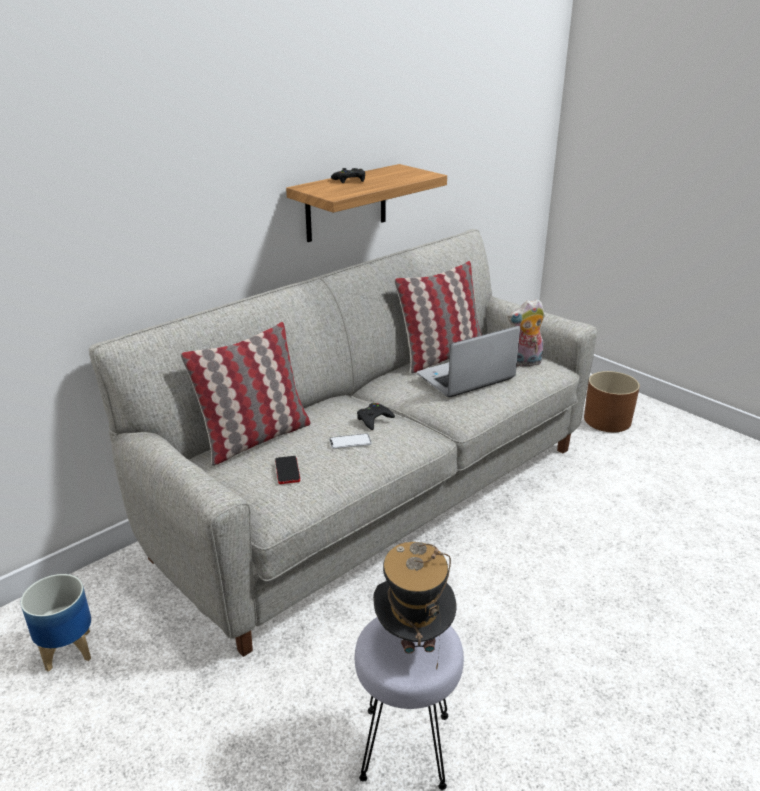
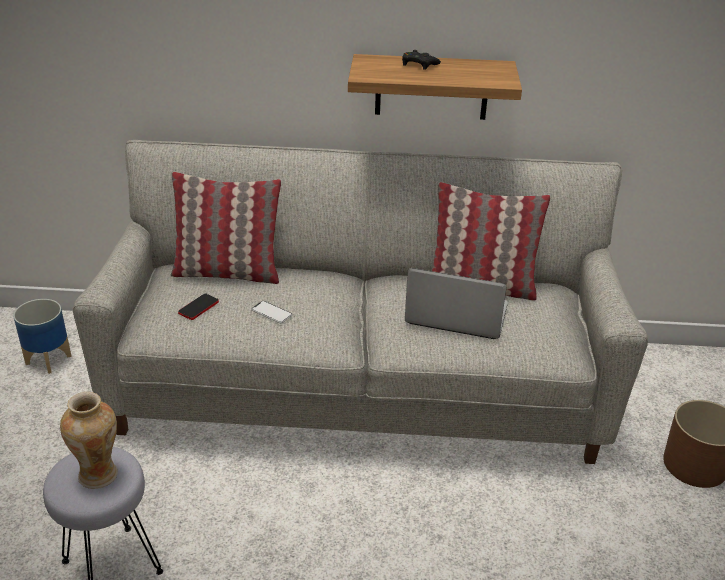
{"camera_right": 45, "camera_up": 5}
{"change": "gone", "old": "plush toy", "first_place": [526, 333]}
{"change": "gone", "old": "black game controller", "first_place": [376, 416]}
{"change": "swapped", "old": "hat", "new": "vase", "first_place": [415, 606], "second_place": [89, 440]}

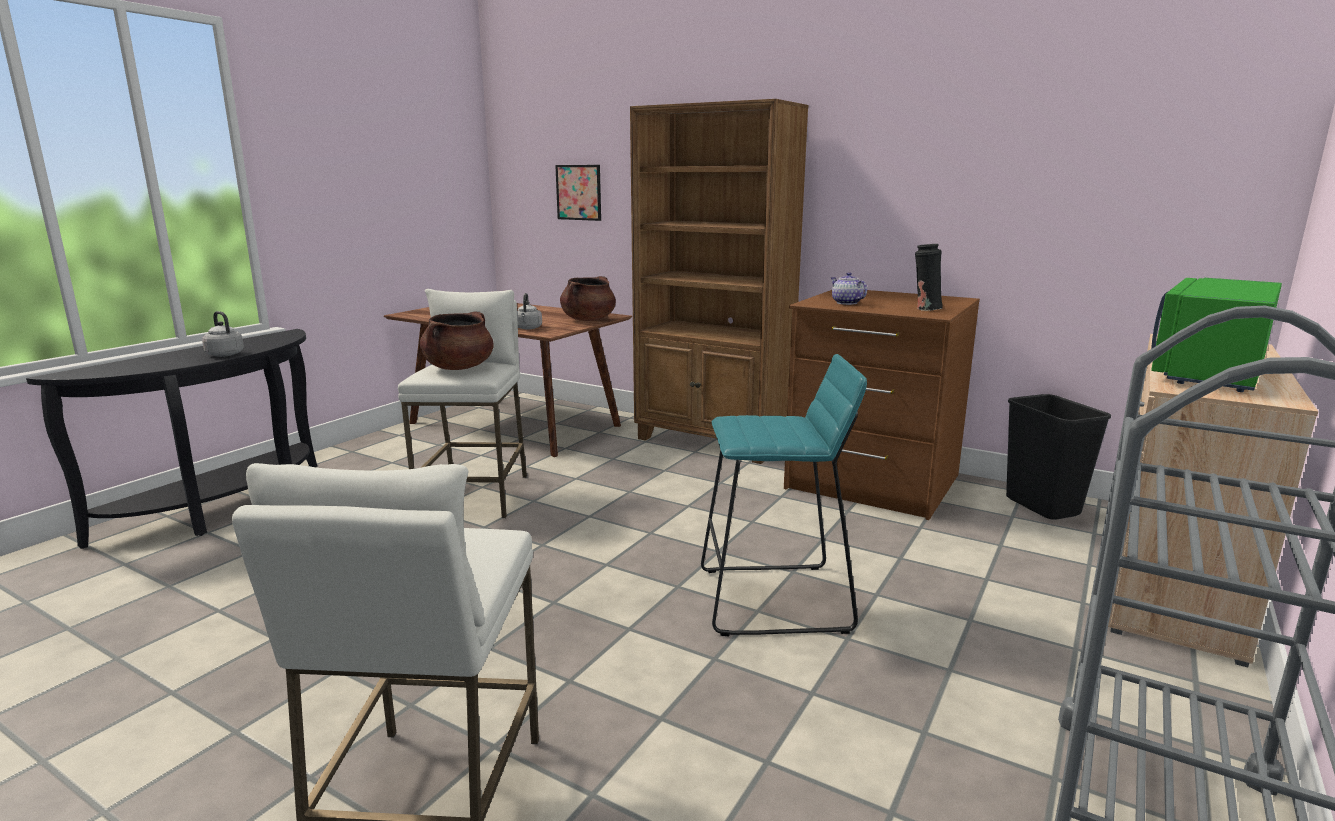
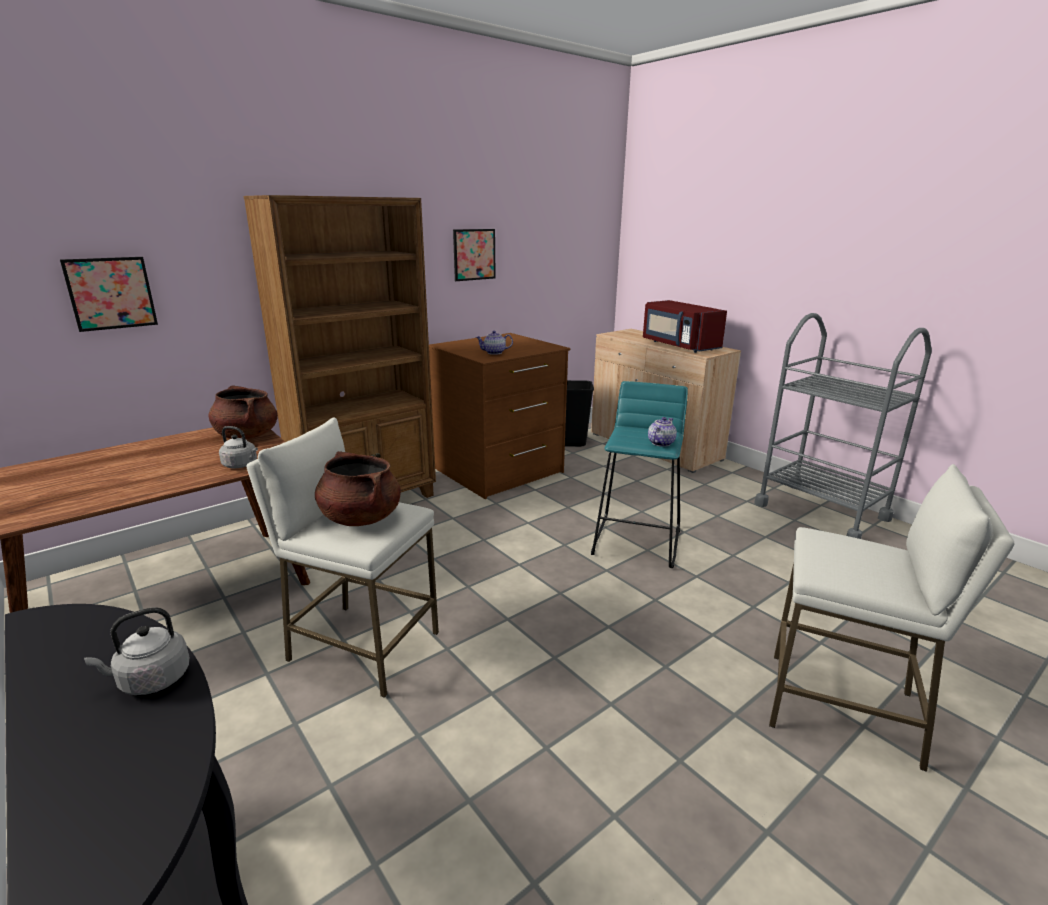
{"camera_right": -70, "camera_up": 5}
{"change": "gone", "old": "black vase", "first_place": [929, 277]}
{"change": "repainted", "old": "green microwave", "new": "red microwave", "first_place": [1216, 335], "second_place": [685, 326]}
{"change": "new", "new": "picture", "second_place": [474, 255]}
{"change": "new", "new": "teapot", "second_place": [662, 432]}

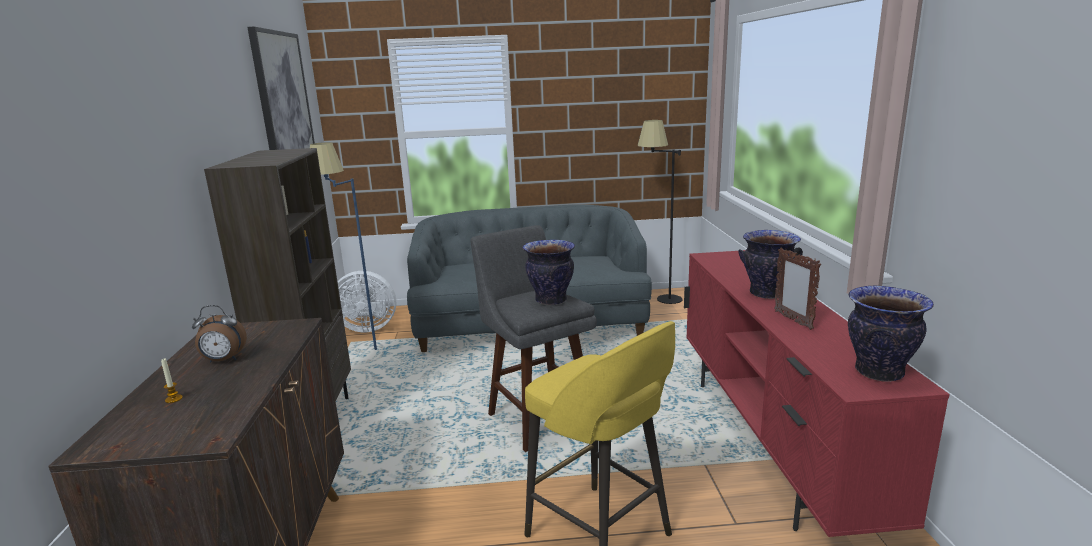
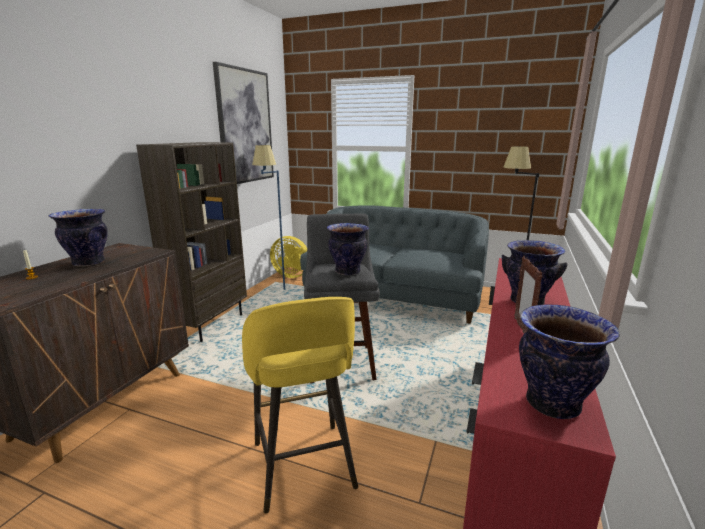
{"camera_right": 25, "camera_up": 0}
{"change": "repainted", "old": "white fan", "new": "yellow fan", "first_place": [367, 301], "second_place": [288, 257]}
{"change": "swapped", "old": "alarm clock", "new": "vase", "first_place": [219, 334], "second_place": [78, 238]}

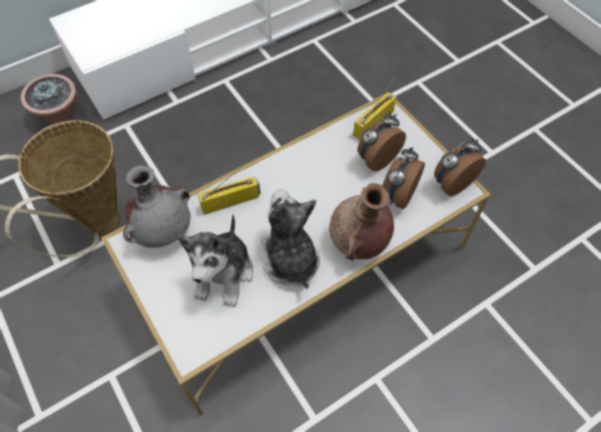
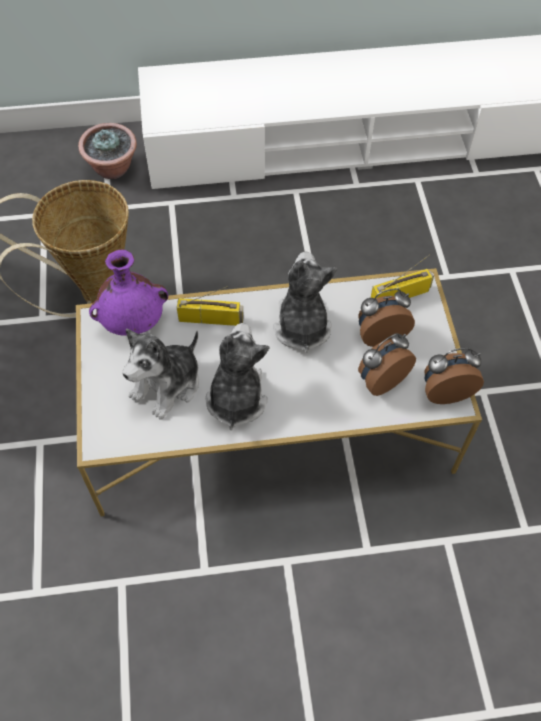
{"camera_right": 25, "camera_up": 0}
{"change": "repainted", "old": "grey vase", "new": "purple vase", "first_place": [156, 206], "second_place": [128, 292]}
{"change": "gone", "old": "brown vase", "first_place": [361, 221]}
{"change": "new", "new": "plush toy", "second_place": [305, 302]}

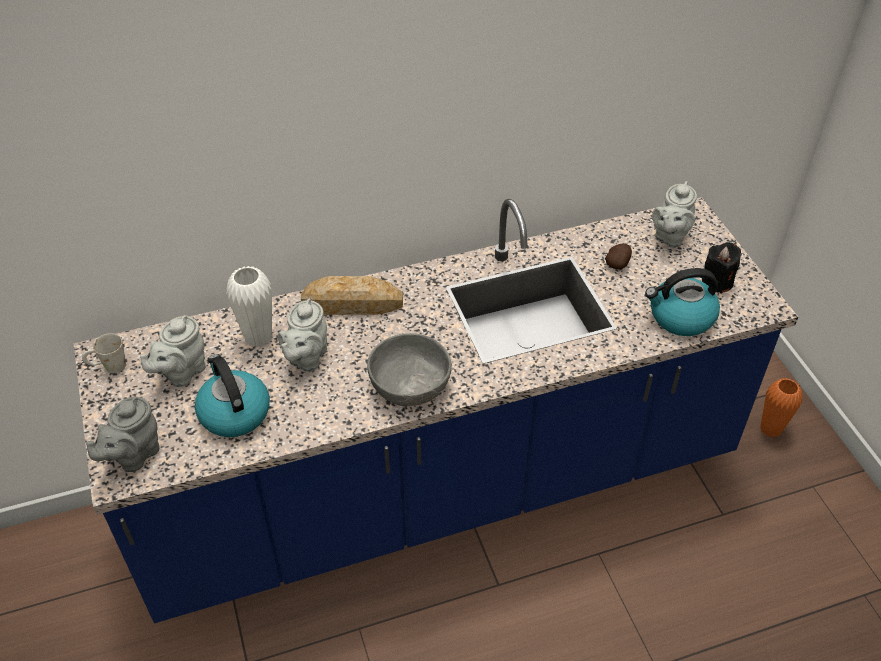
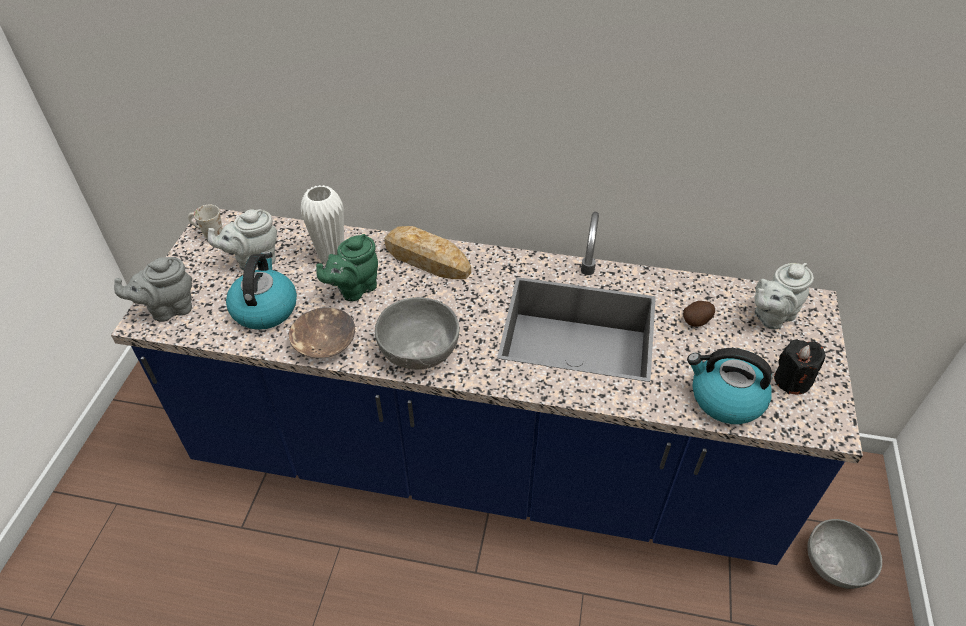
{"camera_right": 30, "camera_up": 0}
{"change": "repainted", "old": "grey teapot", "new": "green teapot", "first_place": [302, 335], "second_place": [347, 267]}
{"change": "swapped", "old": "orange vase", "new": "grey bowl", "first_place": [781, 408], "second_place": [844, 554]}
{"change": "new", "new": "brown bowl", "second_place": [322, 332]}

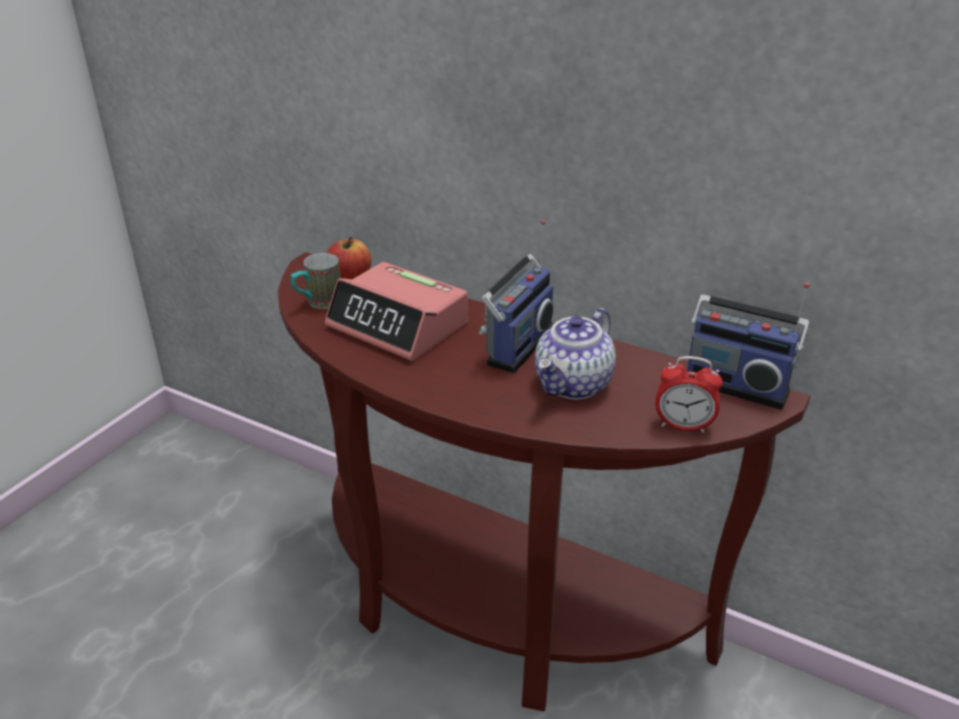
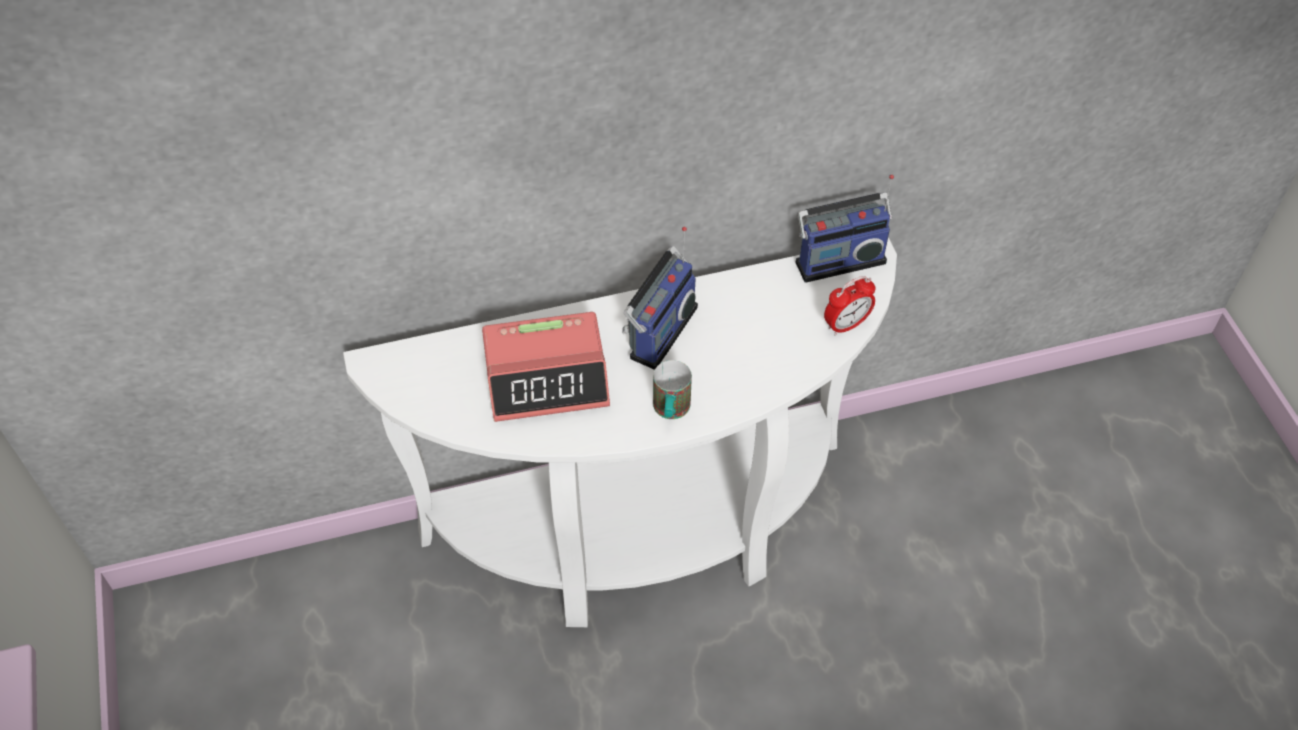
{"camera_right": -45, "camera_up": 20}
{"change": "rotated", "old": "radio", "first_place": [516, 296], "second_place": [660, 298], "degrees": 45}
{"change": "gone", "old": "apple", "first_place": [349, 258]}
{"change": "repainted", "old": "brown console table", "new": "white console table", "first_place": [544, 481], "second_place": [620, 432]}
{"change": "shifted", "old": "mug", "first_place": [315, 281], "second_place": [672, 389]}
{"change": "gone", "old": "teapot", "first_place": [575, 353]}

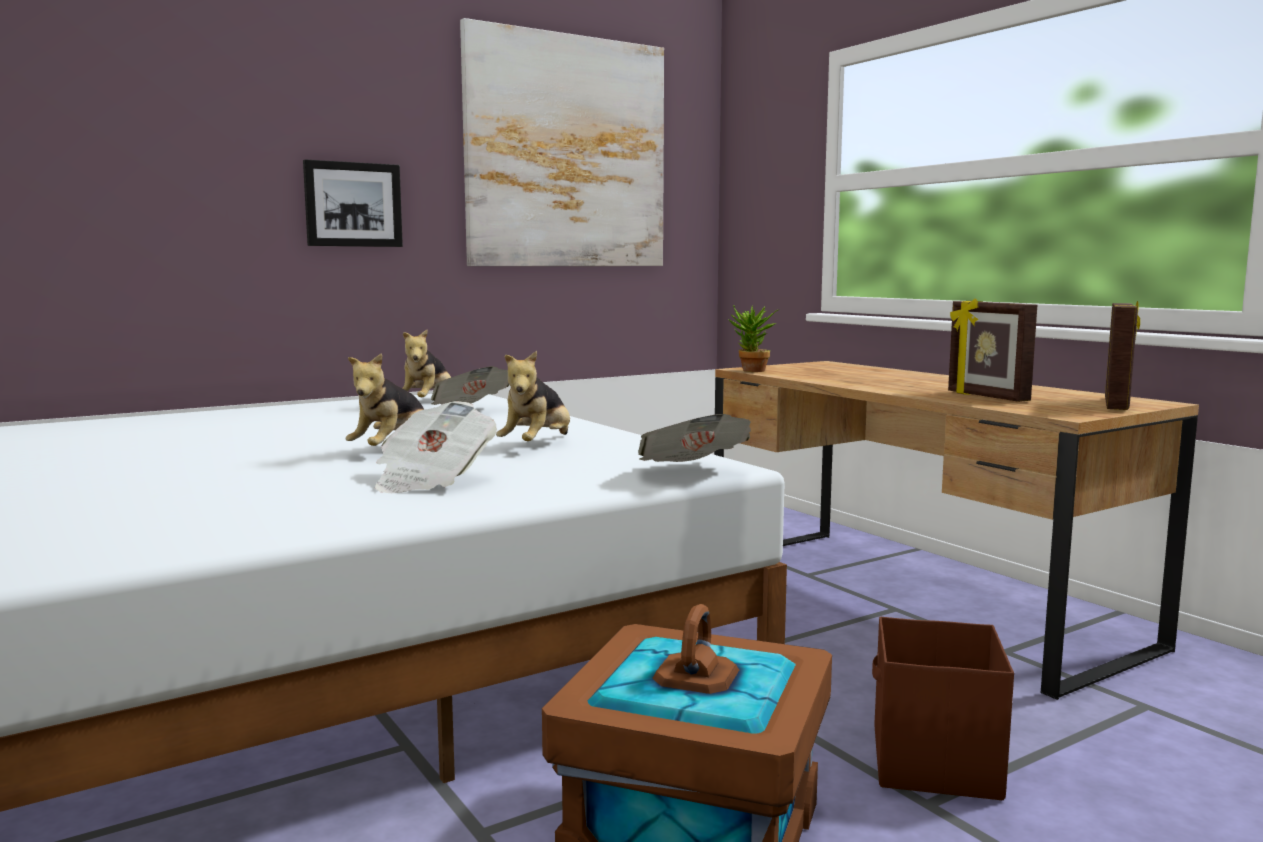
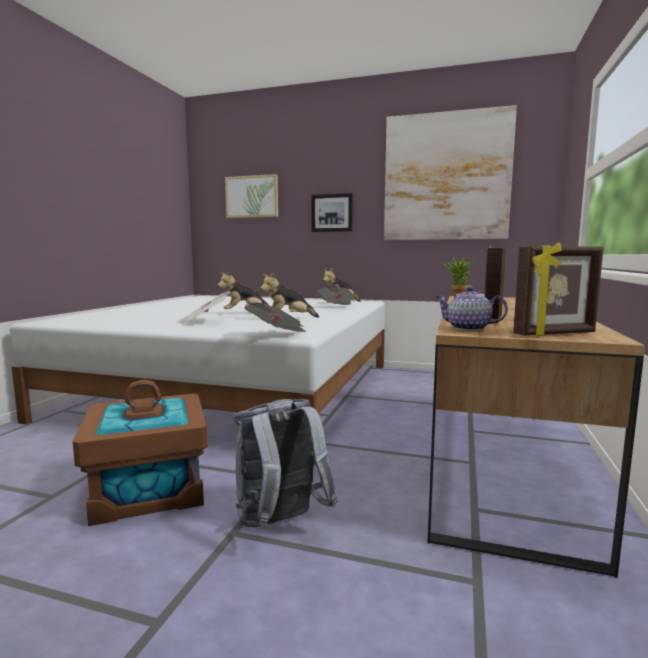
{"camera_right": 50, "camera_up": 0}
{"change": "swapped", "old": "brown storage box", "new": "grey backpack", "first_place": [943, 708], "second_place": [286, 463]}
{"change": "new", "new": "picture", "second_place": [251, 196]}
{"change": "new", "new": "teapot", "second_place": [471, 309]}

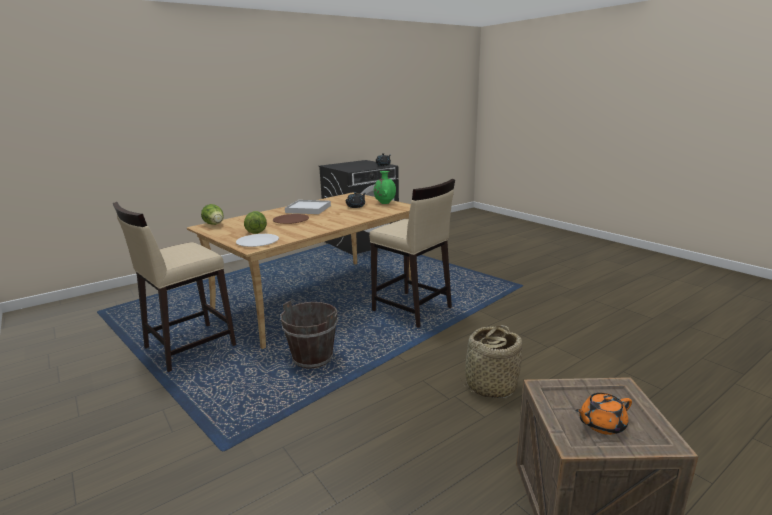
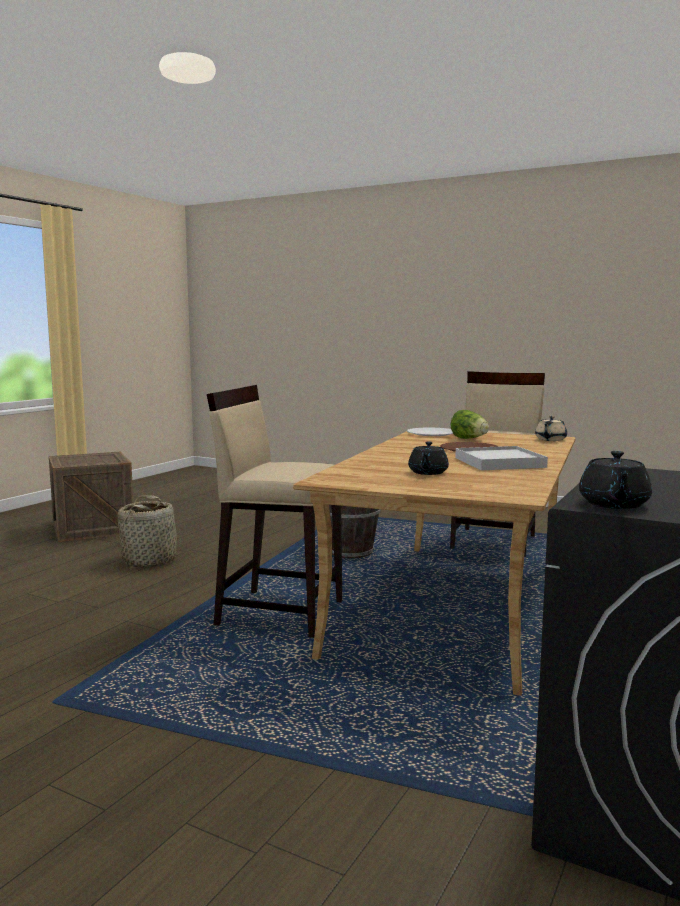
{"camera_right": 155, "camera_up": -10}
{"change": "gone", "old": "green vase", "first_place": [385, 187]}
{"change": "swapped", "old": "lettuce", "new": "beige teapot", "first_place": [212, 214], "second_place": [551, 428]}
{"change": "gone", "old": "orange teapot", "first_place": [603, 414]}

